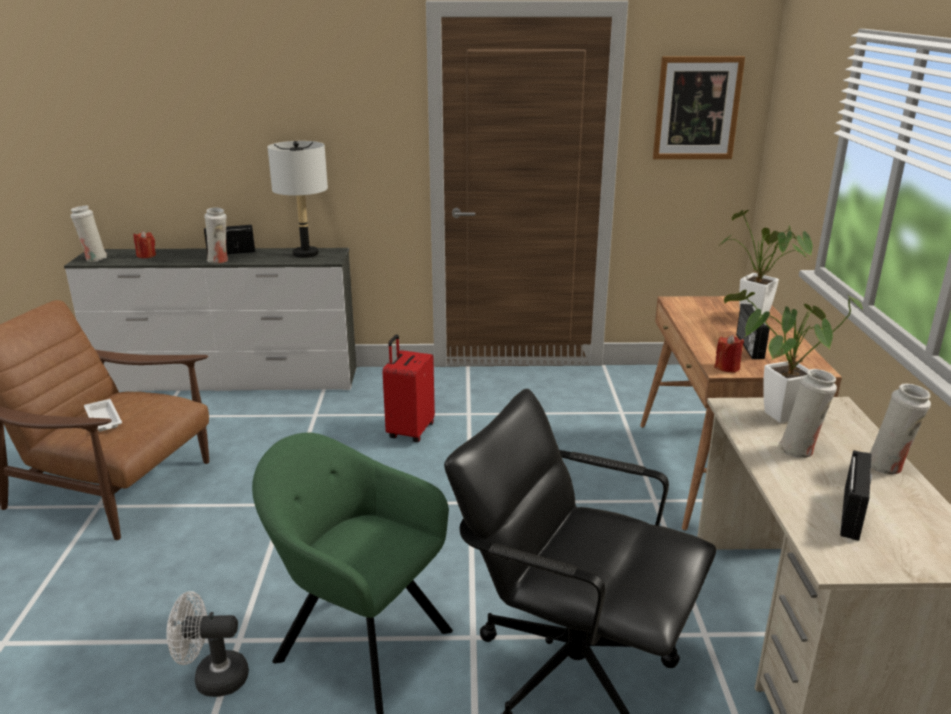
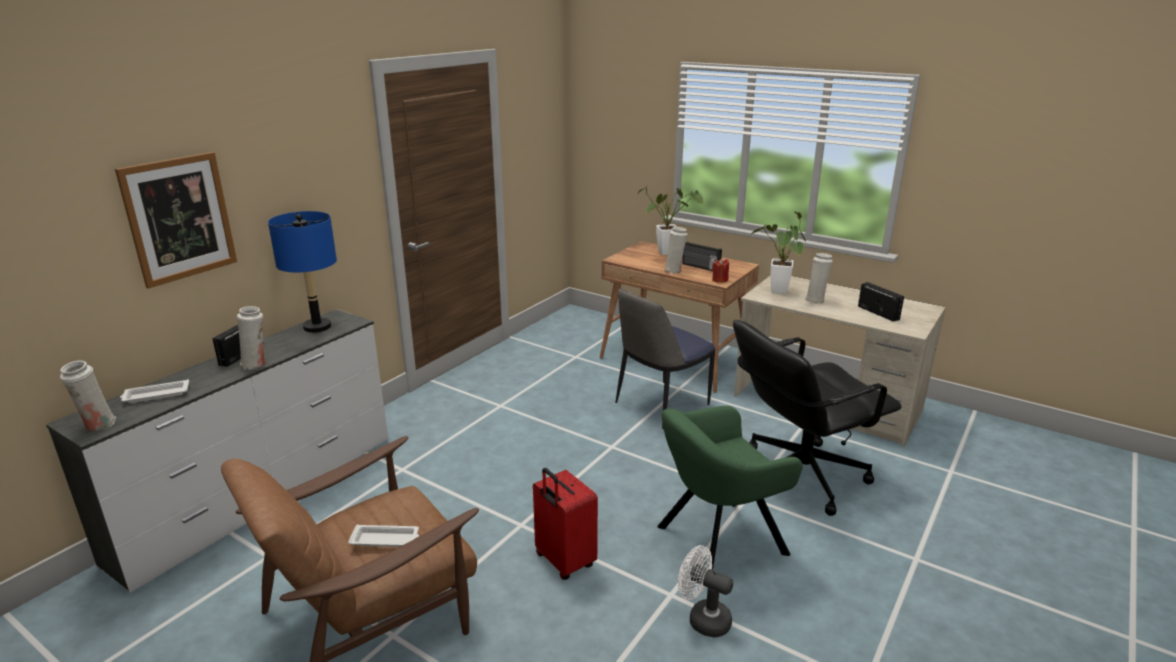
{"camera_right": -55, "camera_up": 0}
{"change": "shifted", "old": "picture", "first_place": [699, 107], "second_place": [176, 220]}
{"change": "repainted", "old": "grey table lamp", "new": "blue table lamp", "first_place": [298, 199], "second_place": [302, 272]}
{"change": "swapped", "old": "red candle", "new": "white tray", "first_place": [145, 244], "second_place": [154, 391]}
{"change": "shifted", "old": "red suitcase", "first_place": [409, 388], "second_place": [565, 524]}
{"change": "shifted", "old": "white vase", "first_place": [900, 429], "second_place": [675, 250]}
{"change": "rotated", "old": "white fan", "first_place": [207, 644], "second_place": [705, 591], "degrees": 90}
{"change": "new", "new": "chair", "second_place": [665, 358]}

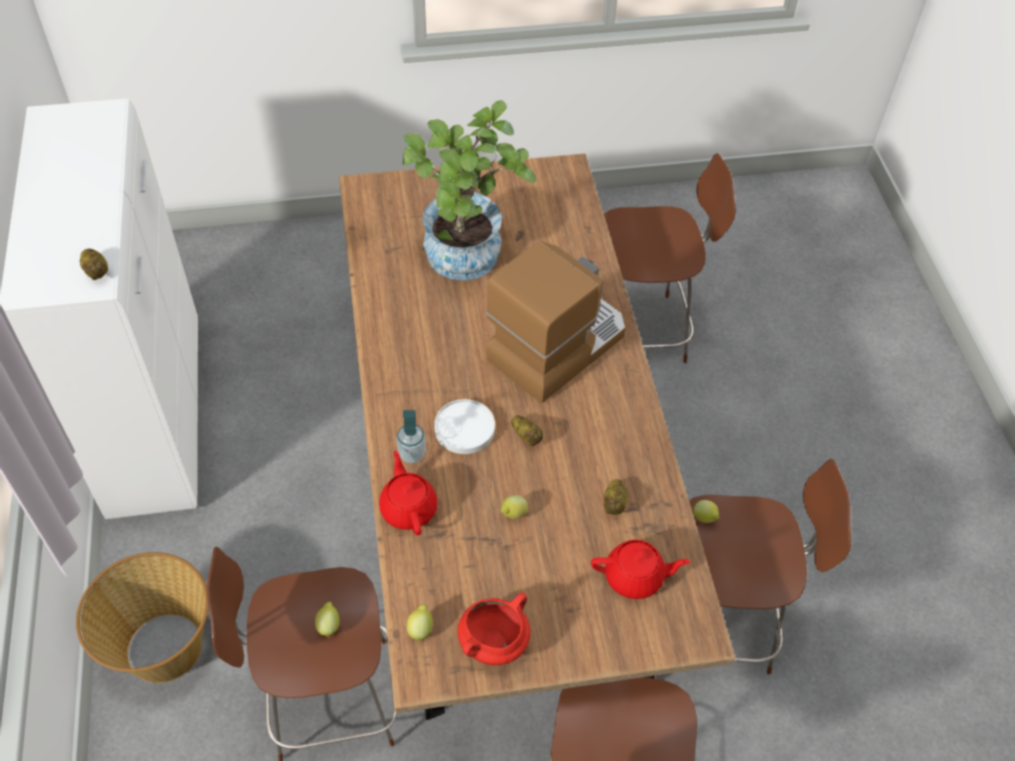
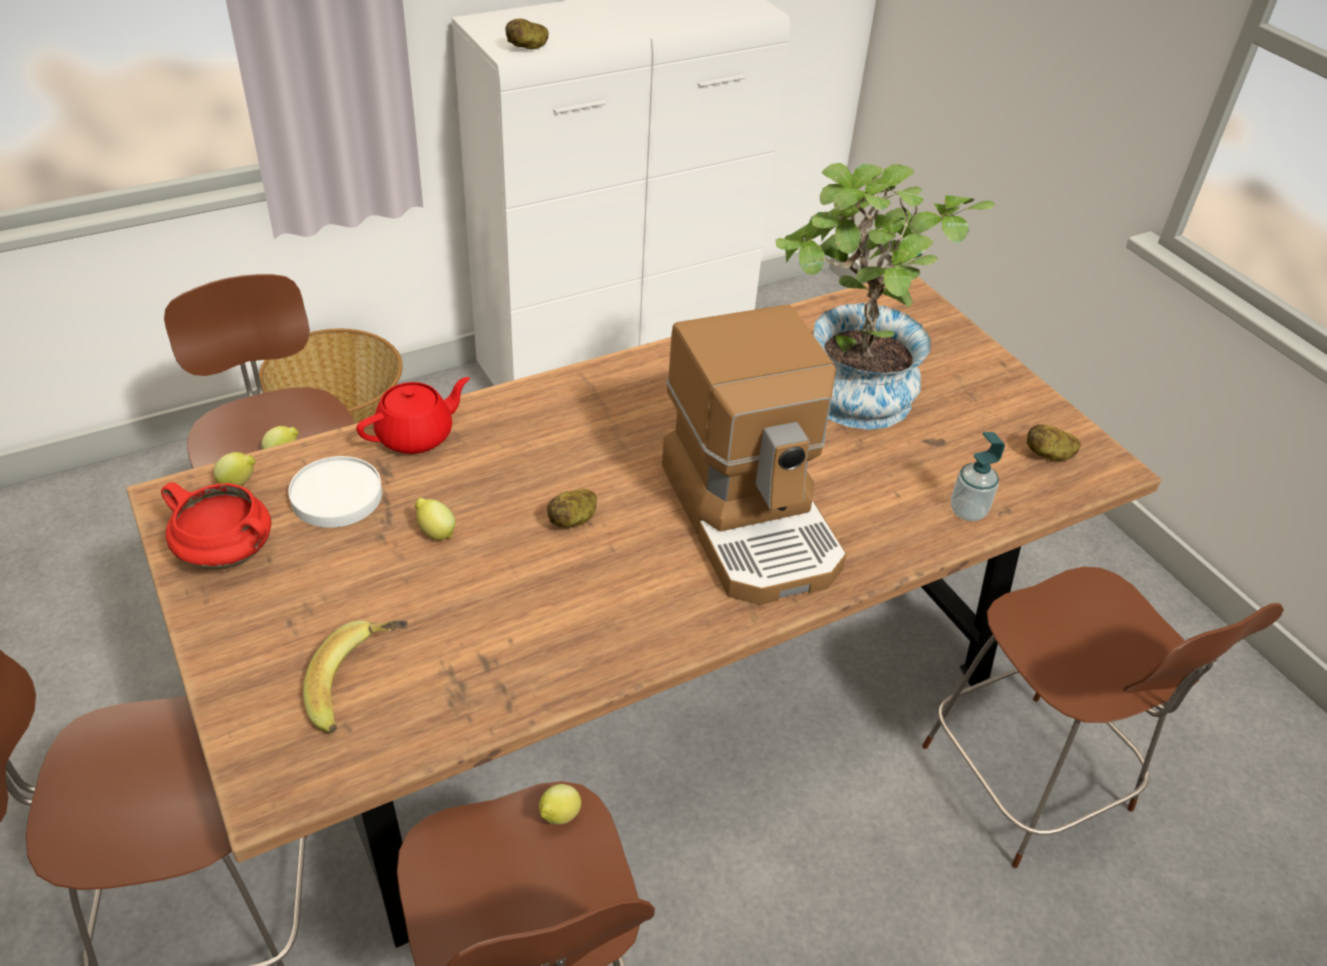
{"camera_right": 70, "camera_up": -10}
{"change": "rotated", "old": "coffee machine", "first_place": [556, 322], "second_place": [754, 455], "degrees": 45}
{"change": "shifted", "old": "white plate", "first_place": [464, 426], "second_place": [335, 492]}
{"change": "shifted", "old": "soap dispenser", "first_place": [411, 436], "second_place": [978, 477]}
{"change": "shifted", "old": "potato", "first_place": [616, 497], "second_place": [1053, 443]}
{"change": "swapped", "old": "red teapot", "new": "banana", "first_place": [640, 569], "second_place": [355, 676]}

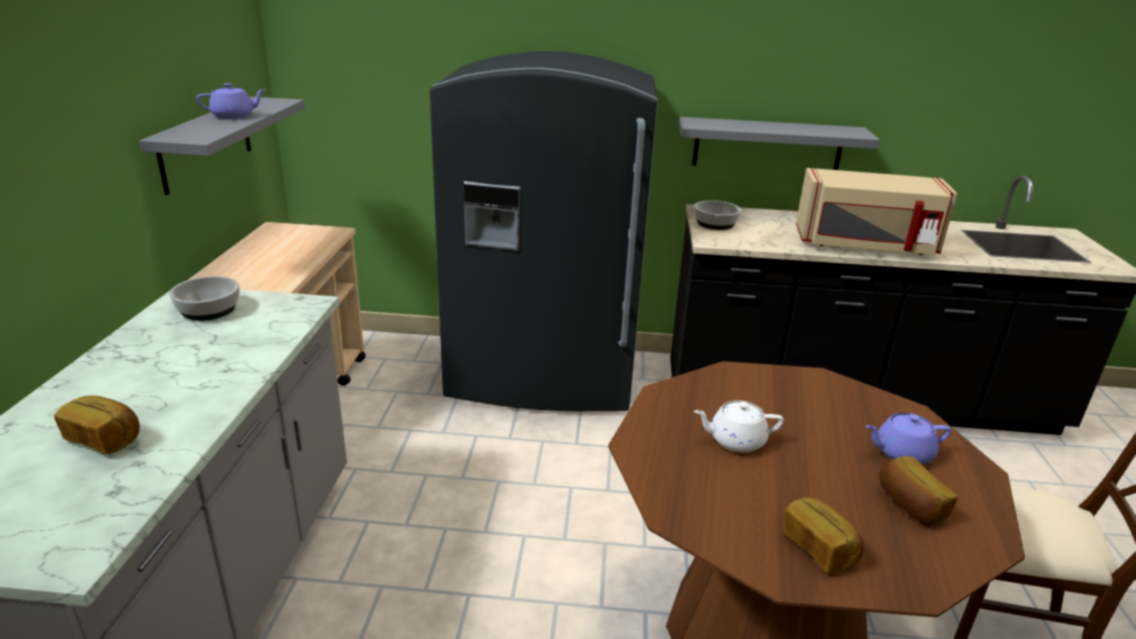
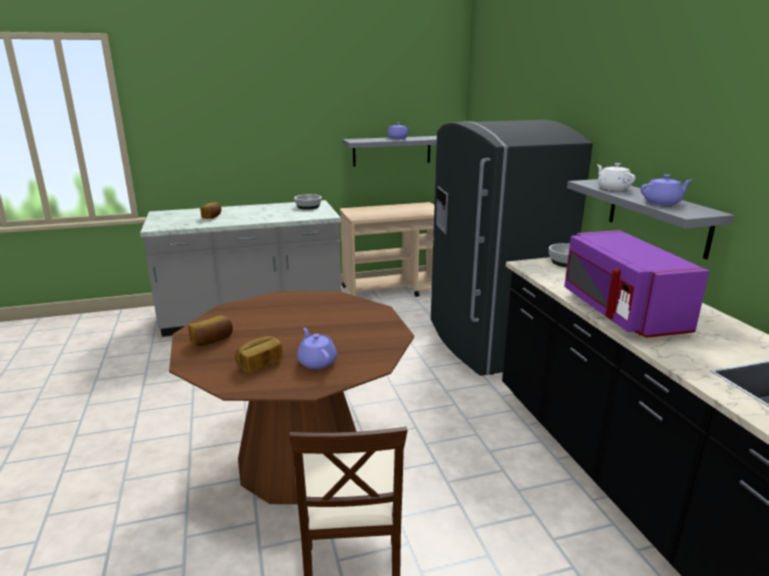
{"camera_right": 70, "camera_up": -5}
{"change": "repainted", "old": "beige microwave", "new": "purple microwave", "first_place": [877, 211], "second_place": [636, 284]}
{"change": "shifted", "old": "white teapot", "first_place": [739, 426], "second_place": [616, 176]}
{"change": "new", "new": "purple teapot", "second_place": [666, 190]}

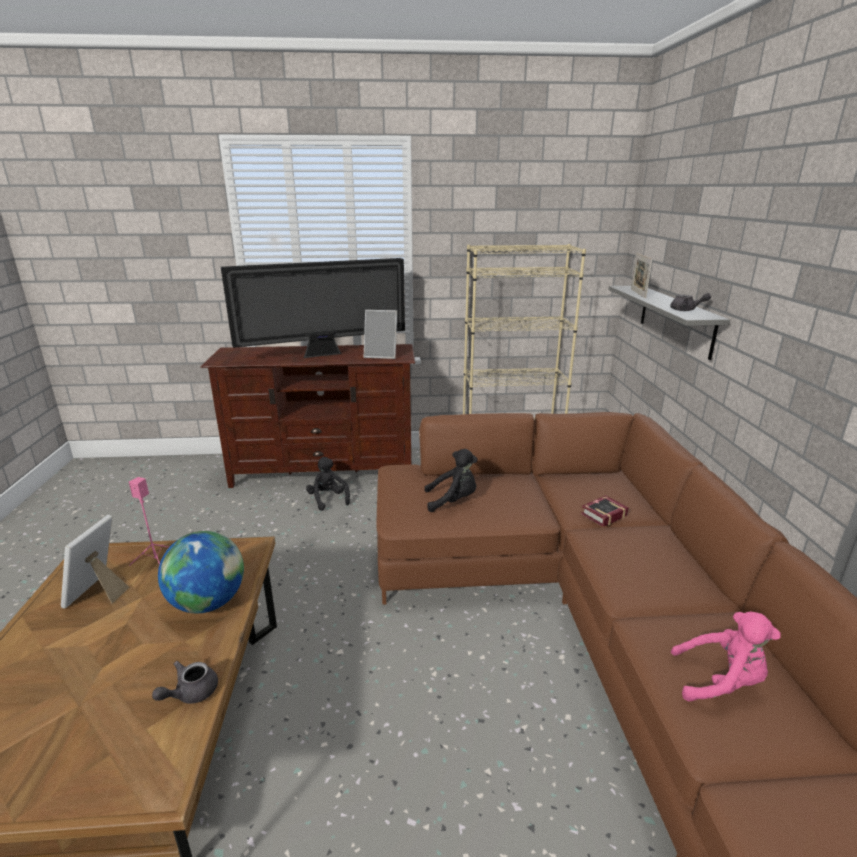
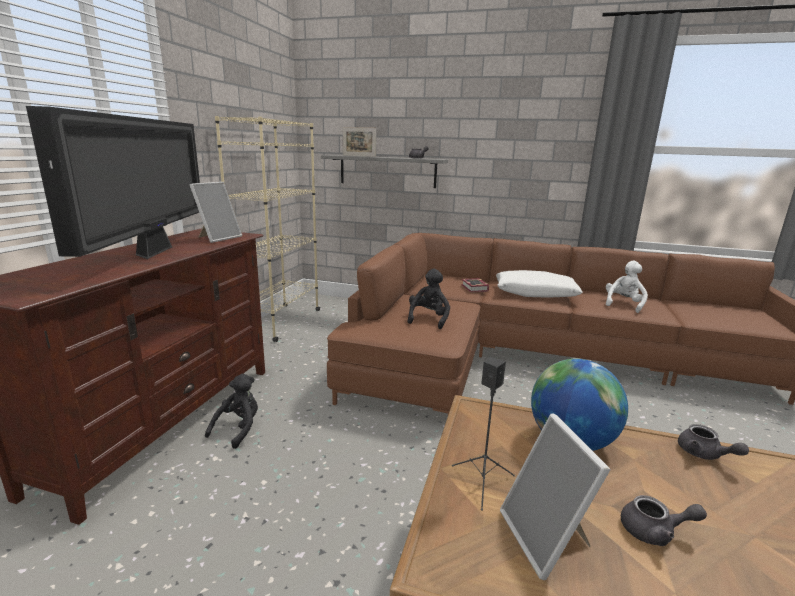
{"camera_right": -70, "camera_up": -5}
{"change": "rotated", "old": "black plush toy", "first_place": [328, 484], "second_place": [231, 411], "degrees": 120}
{"change": "repainted", "old": "pink speaker", "new": "black speaker", "first_place": [149, 521], "second_place": [483, 434]}
{"change": "rotated", "old": "picture frame", "first_place": [95, 562], "second_place": [555, 497], "degrees": 45}
{"change": "repainted", "old": "pink plush toy", "new": "white plush toy", "first_place": [726, 657], "second_place": [627, 287]}
{"change": "new", "new": "white pillow", "second_place": [539, 284]}
{"change": "new", "new": "grey teapot", "second_place": [664, 520]}

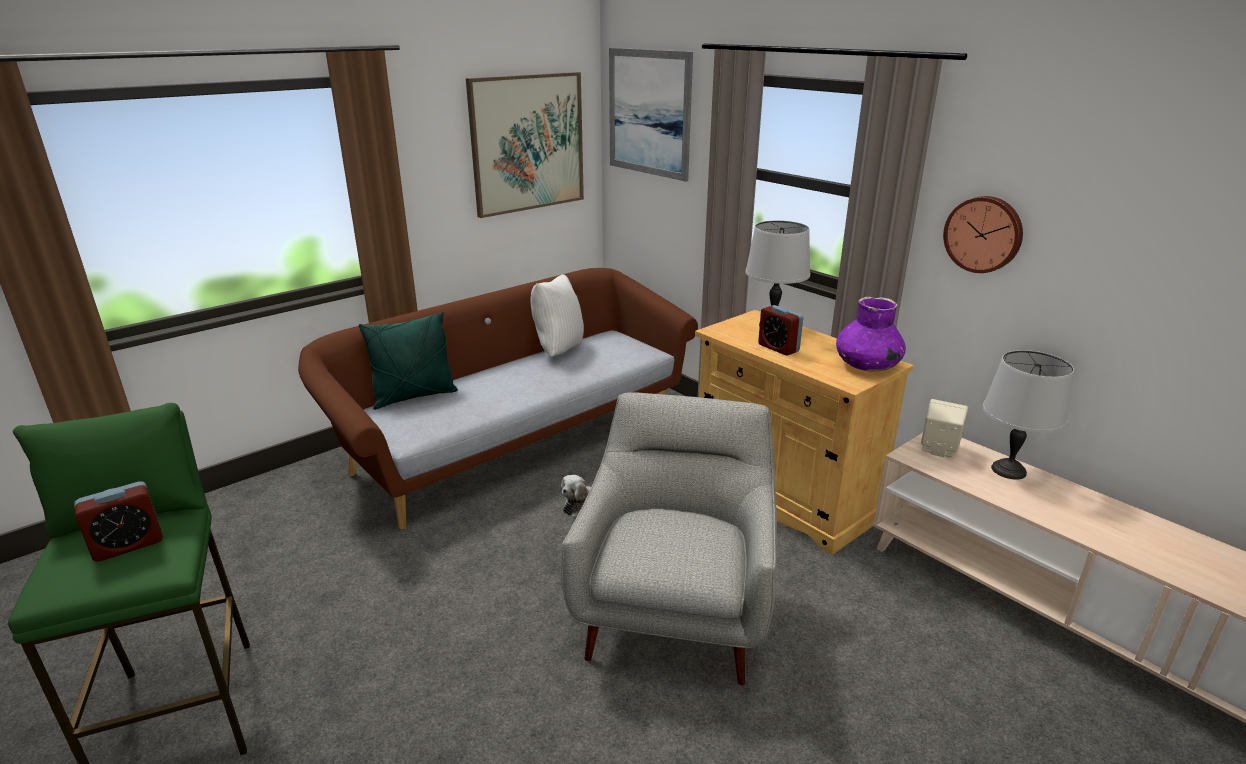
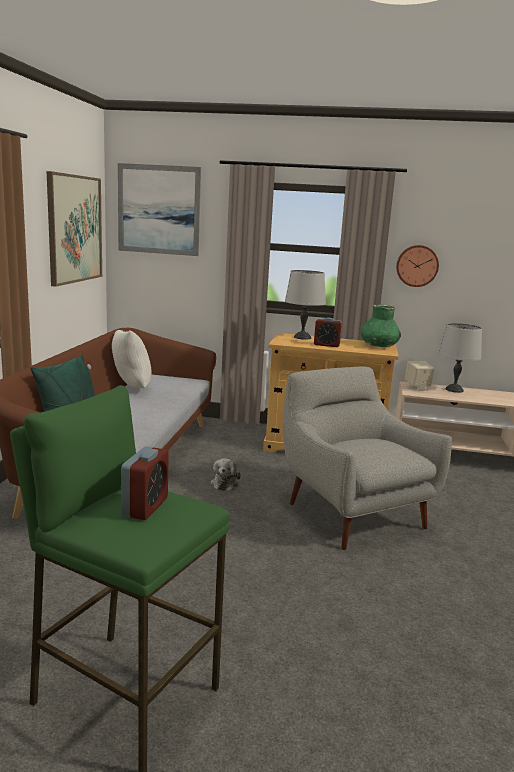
{"camera_right": -40, "camera_up": -10}
{"change": "repainted", "old": "purple vase", "new": "green vase", "first_place": [871, 334], "second_place": [381, 326]}

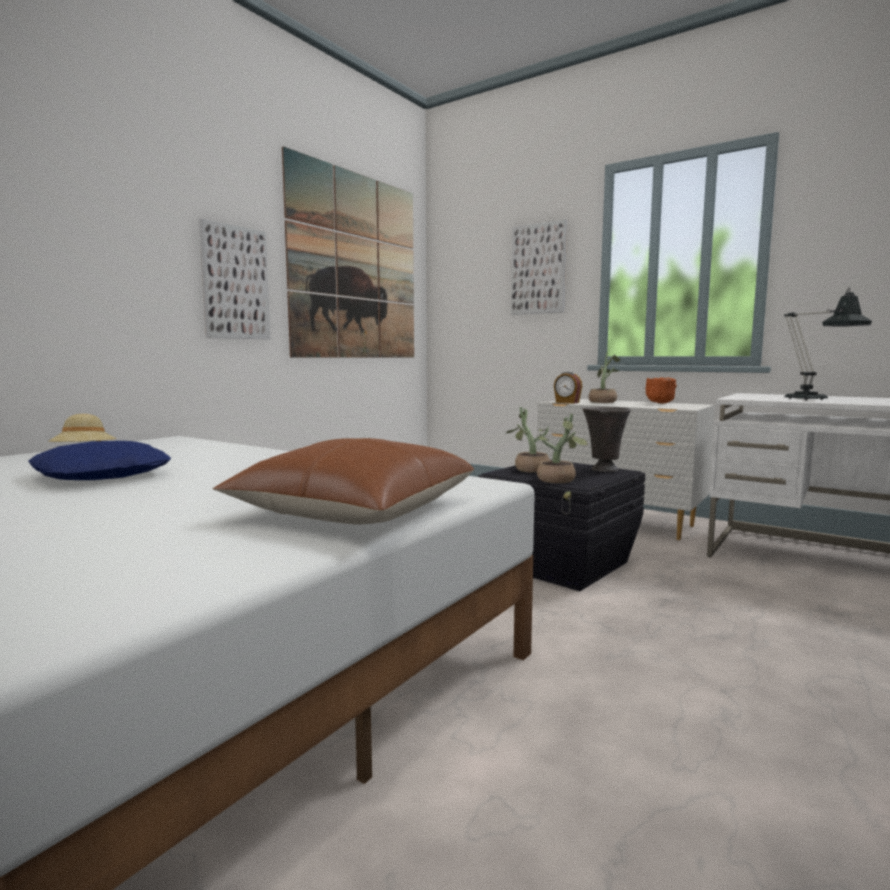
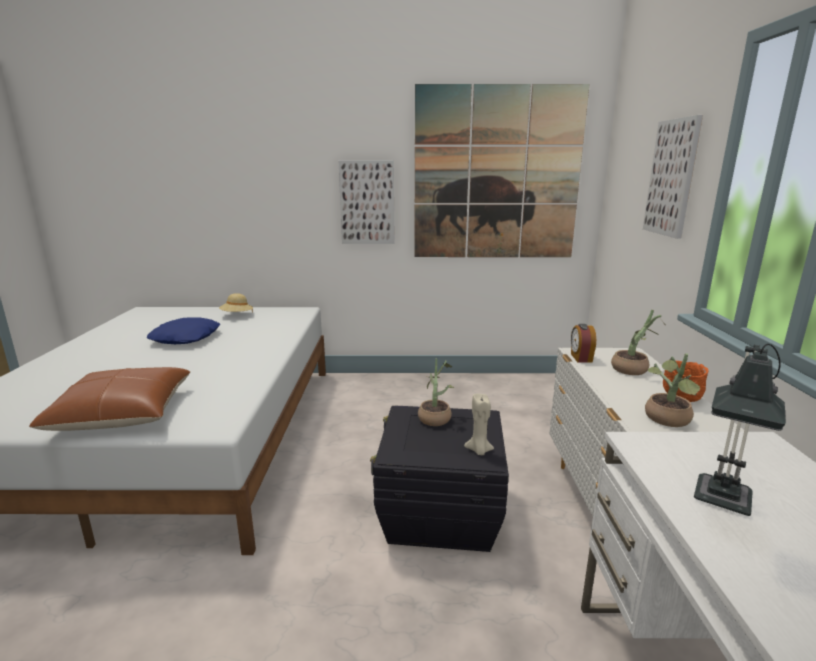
{"camera_right": 55, "camera_up": 10}
{"change": "swapped", "old": "grey vase", "new": "beige candle", "first_place": [607, 439], "second_place": [479, 424]}
{"change": "shifted", "old": "potted plant", "first_place": [562, 448], "second_place": [672, 390]}

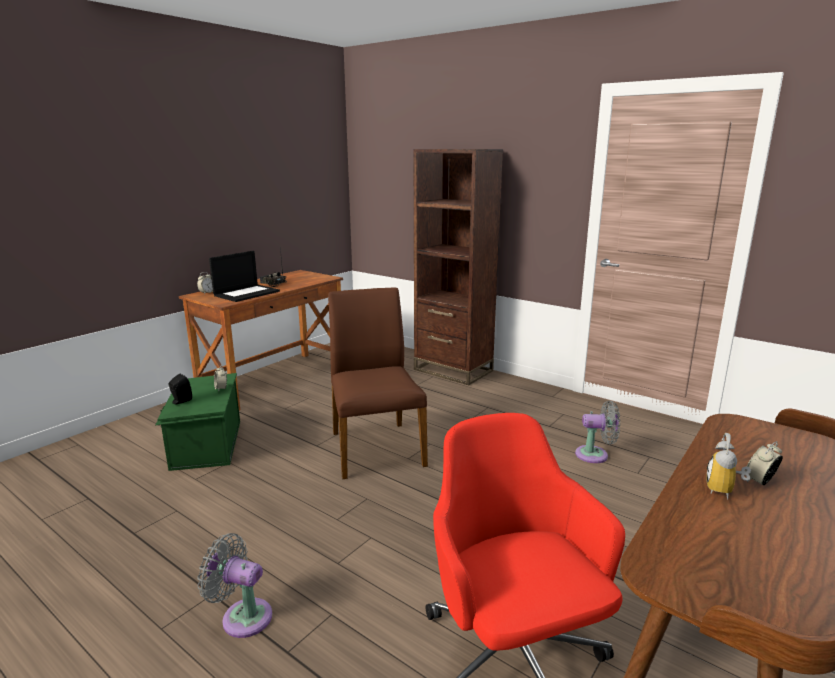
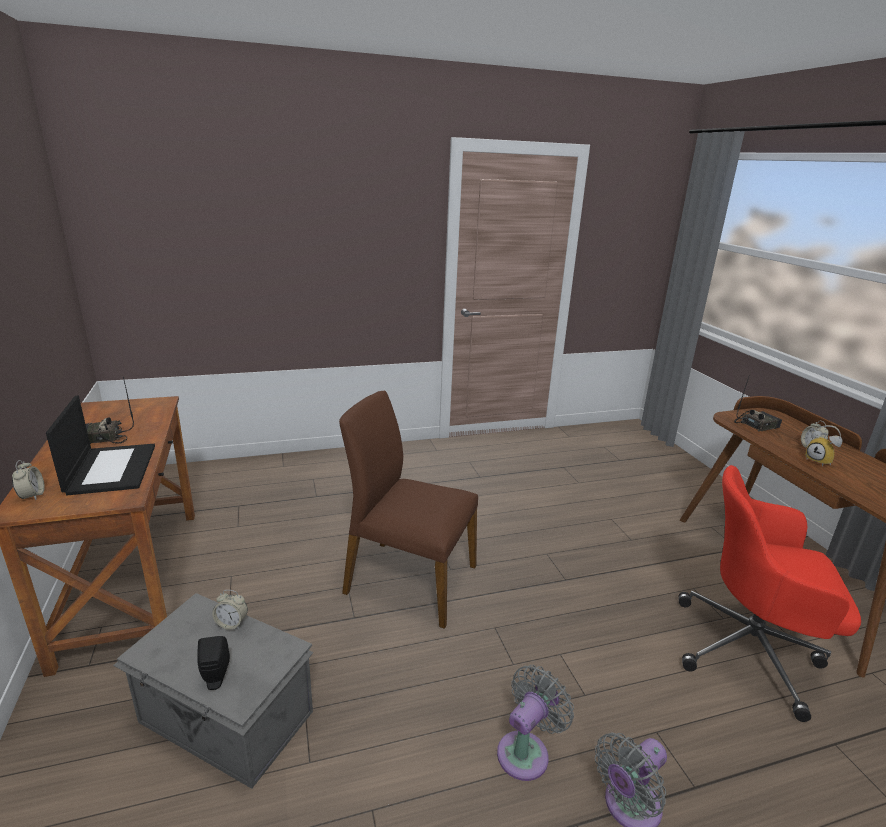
{"camera_right": -55, "camera_up": 5}
{"change": "gone", "old": "brown bookcase", "first_place": [458, 267]}
{"change": "repainted", "old": "green storage box", "new": "grey storage box", "first_place": [198, 422], "second_place": [213, 691]}
{"change": "shifted", "old": "grey fan", "first_place": [597, 432], "second_place": [535, 723]}
{"change": "new", "new": "radio", "second_place": [758, 404]}

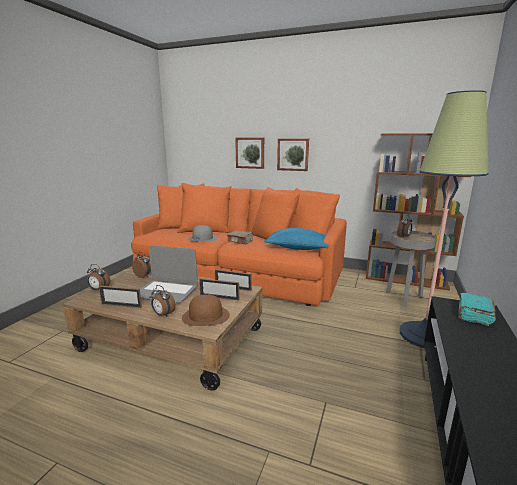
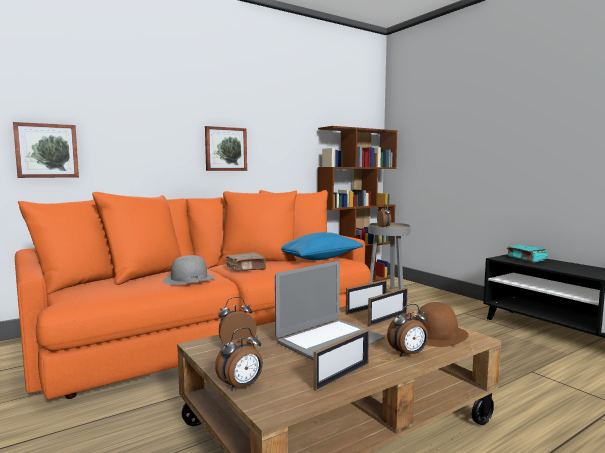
{"camera_right": -55, "camera_up": -10}
{"change": "gone", "old": "floor lamp", "first_place": [444, 219]}
{"change": "shifted", "old": "picture", "first_place": [249, 153], "second_place": [46, 150]}

